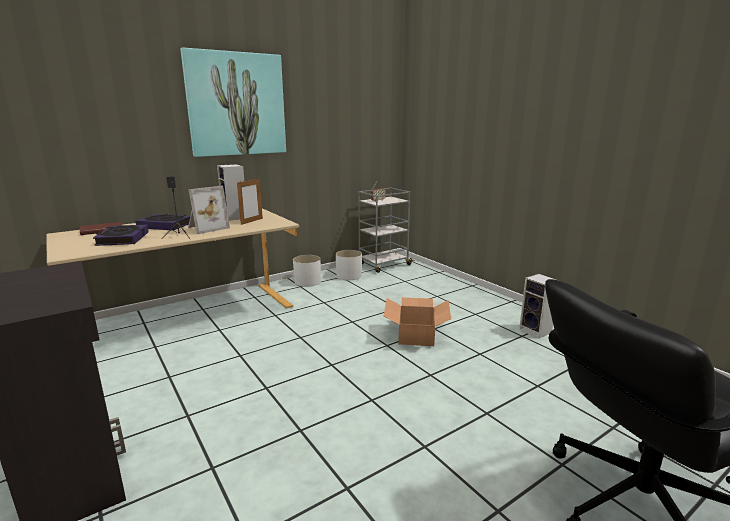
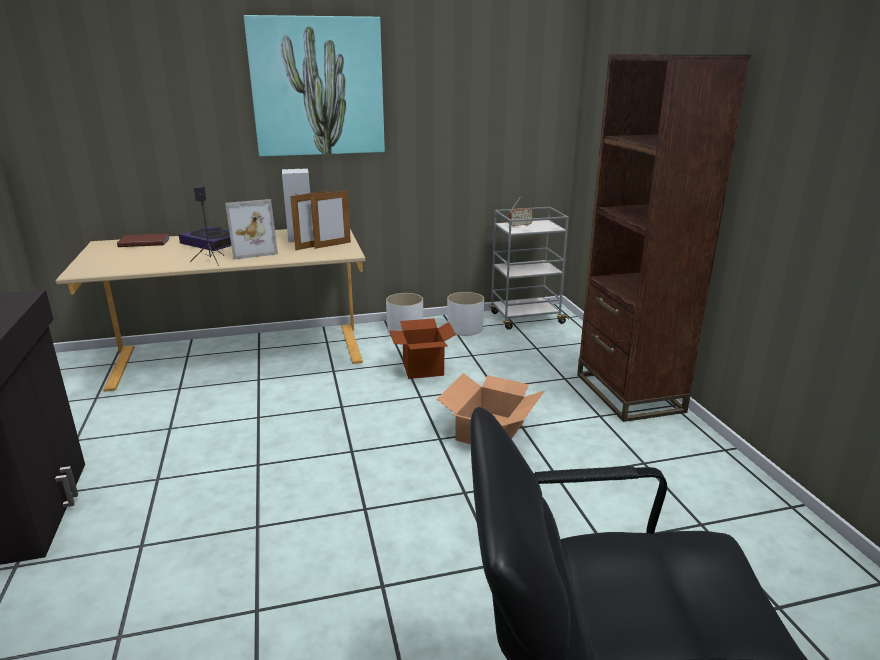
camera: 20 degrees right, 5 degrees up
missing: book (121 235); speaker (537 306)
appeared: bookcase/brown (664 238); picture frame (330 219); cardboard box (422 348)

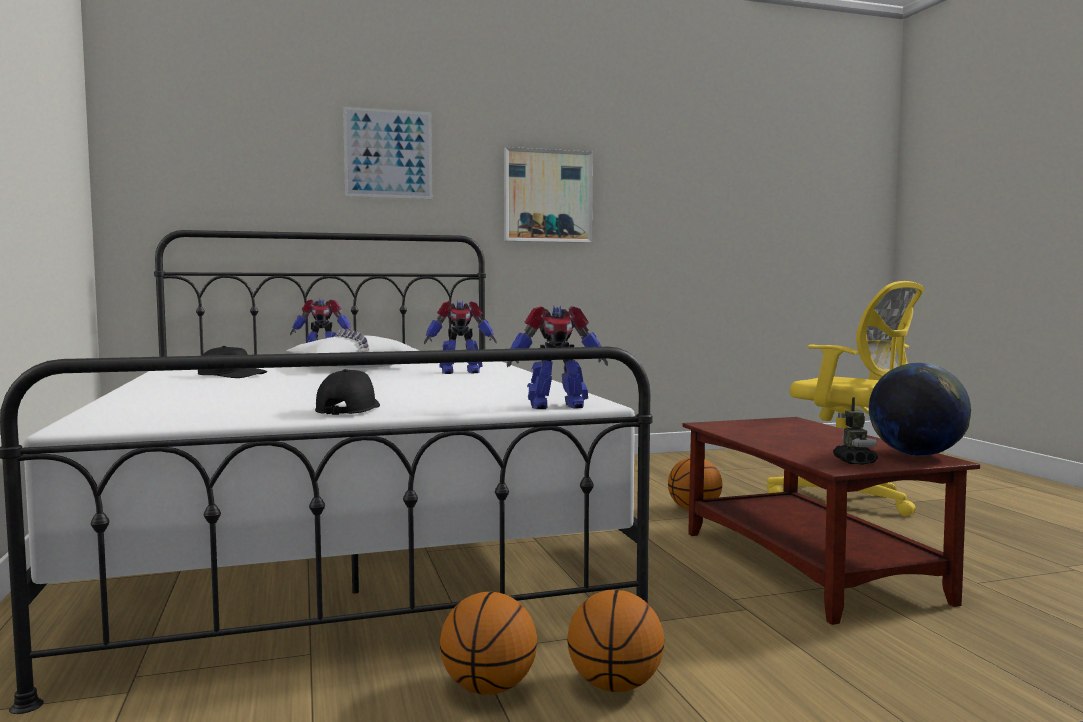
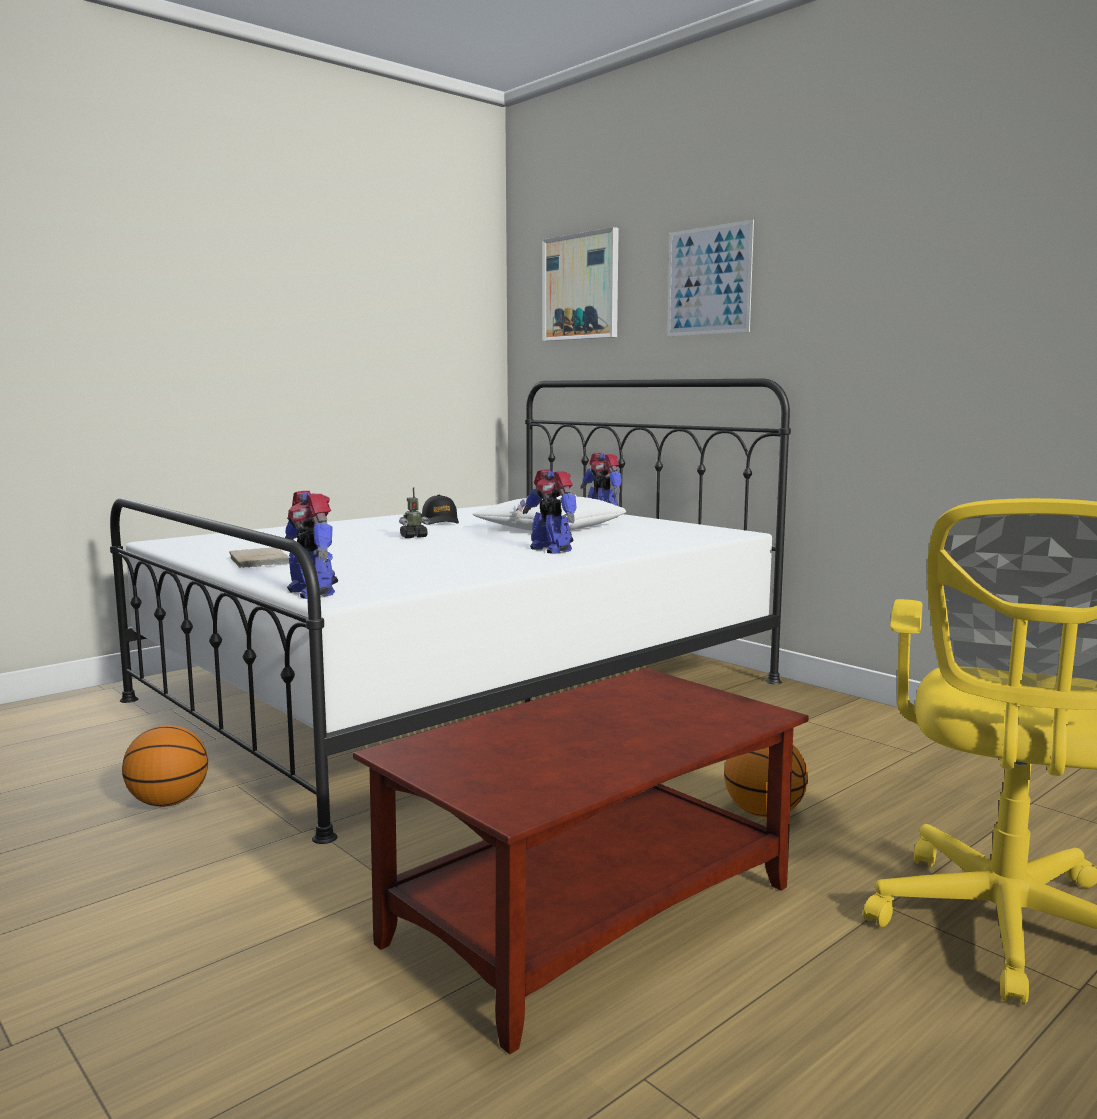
camera: 65 degrees right, 5 degrees up
missing: globe (920 409); basketball (615 641)
relocated: picture (548 195) to (580 284); toy robot (855 431) to (414 512)
exchanged: cap/black (347 392) to book/beige (259 558)

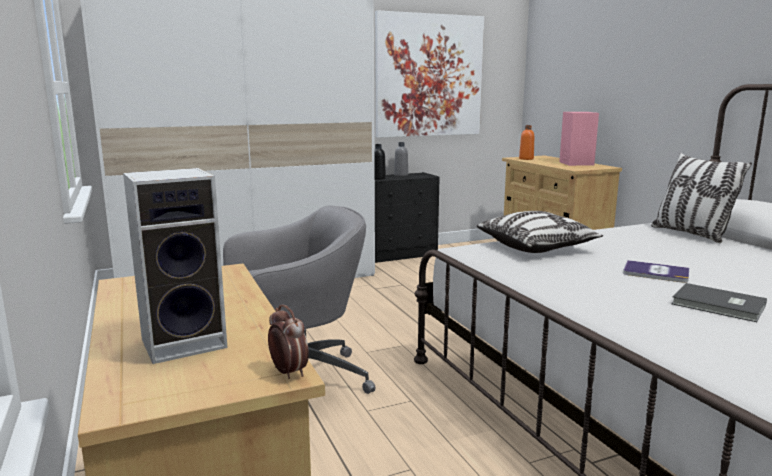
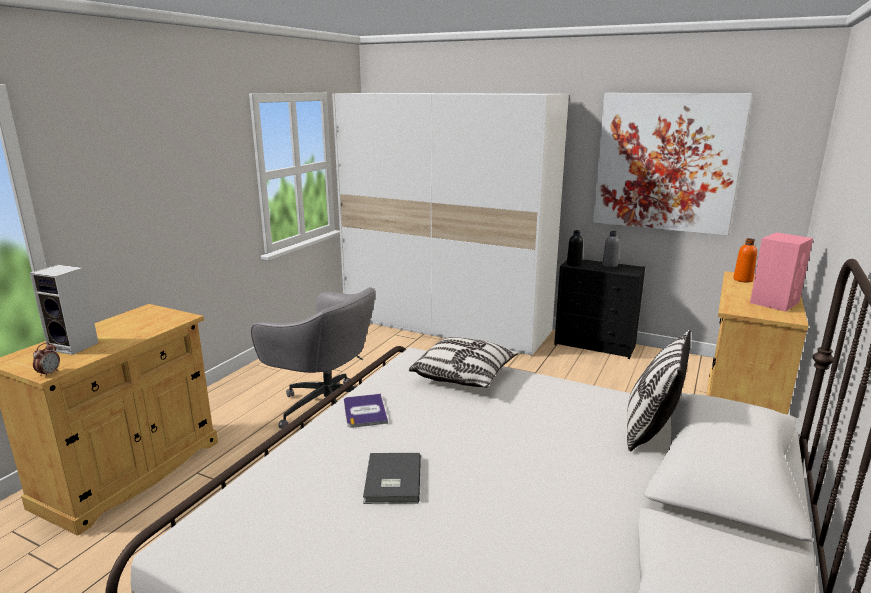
camera: 50 degrees right, 5 degrees up
relocated: book (656 271) to (366 411)

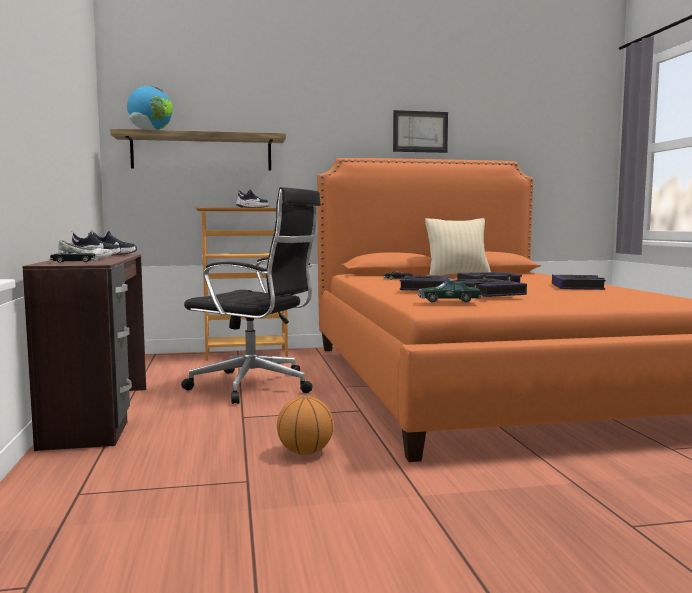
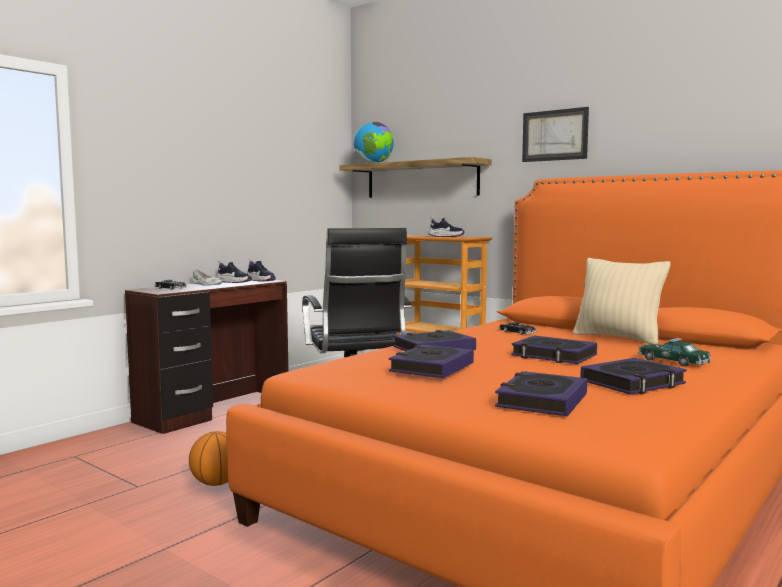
camera: 50 degrees right, 0 degrees up
appeared: book (541 393)
relocated: picture (420 131) to (555 134); toy car (450 290) to (674 352)

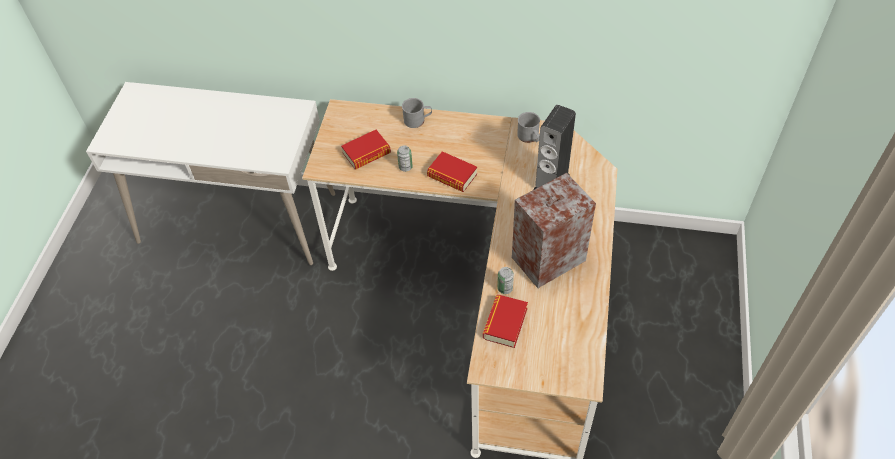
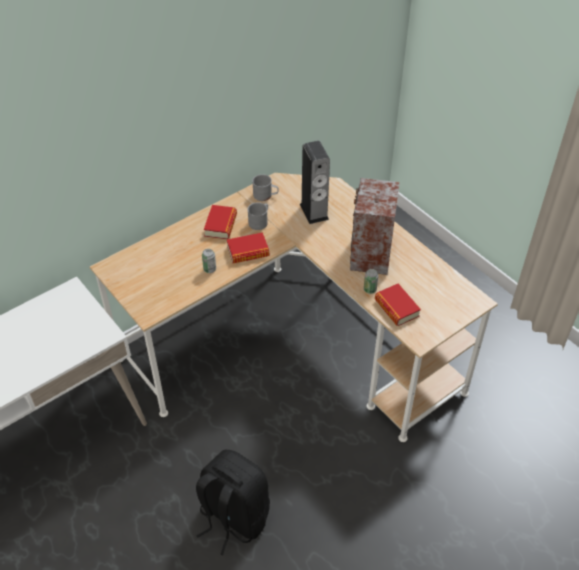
camera: 50 degrees left, 5 degrees down
appeared: backpack/black (233 502)
relocated: mug/grey (417 113) to (257 216); book (366 149) to (220 222)

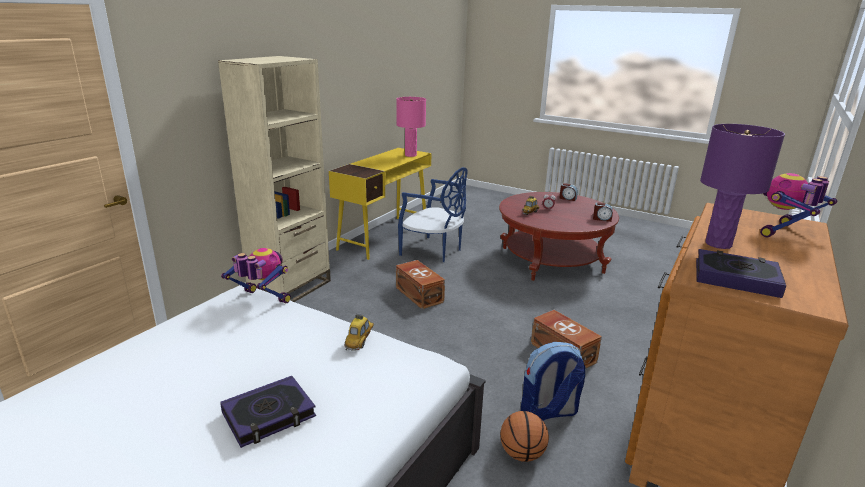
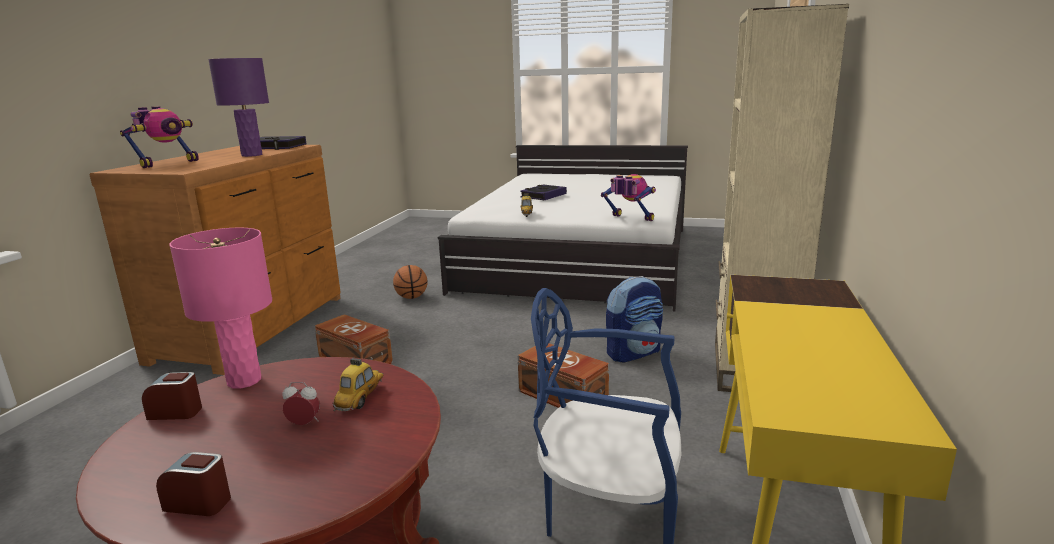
camera: 165 degrees right, 5 degrees down
relocated: table lamp/pink (411 127) to (220 308); backpack (553 381) to (634 319)
spun: toy robot (256 275) = (628 197) 150 degrees counterclockwise

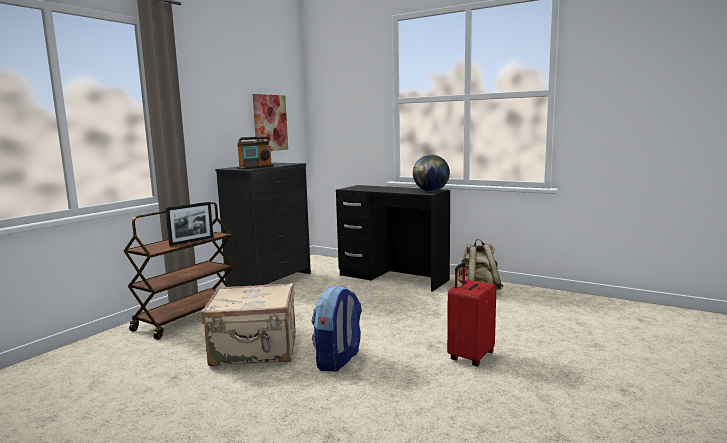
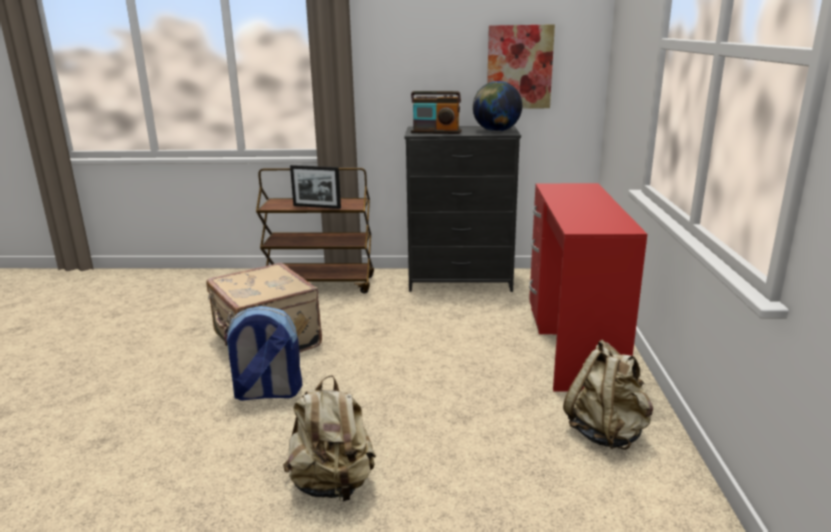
camera: 60 degrees right, 10 degrees up
relocated: globe (431 173) to (497 106)
exchanged: suitcase/red (471 314) to backpack/beige (329 439)
colour: desk/black (393 238) to desk/red (588 287)

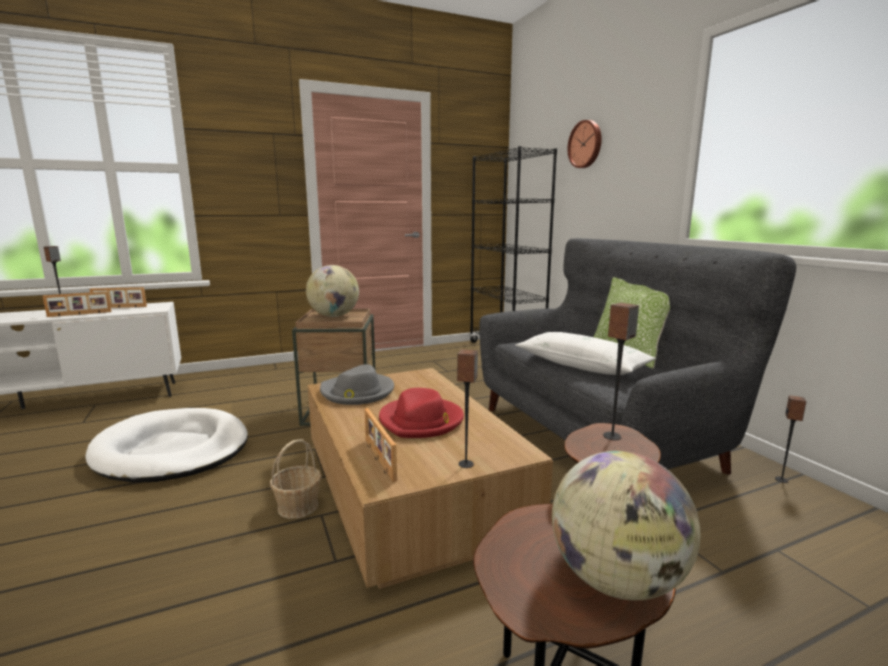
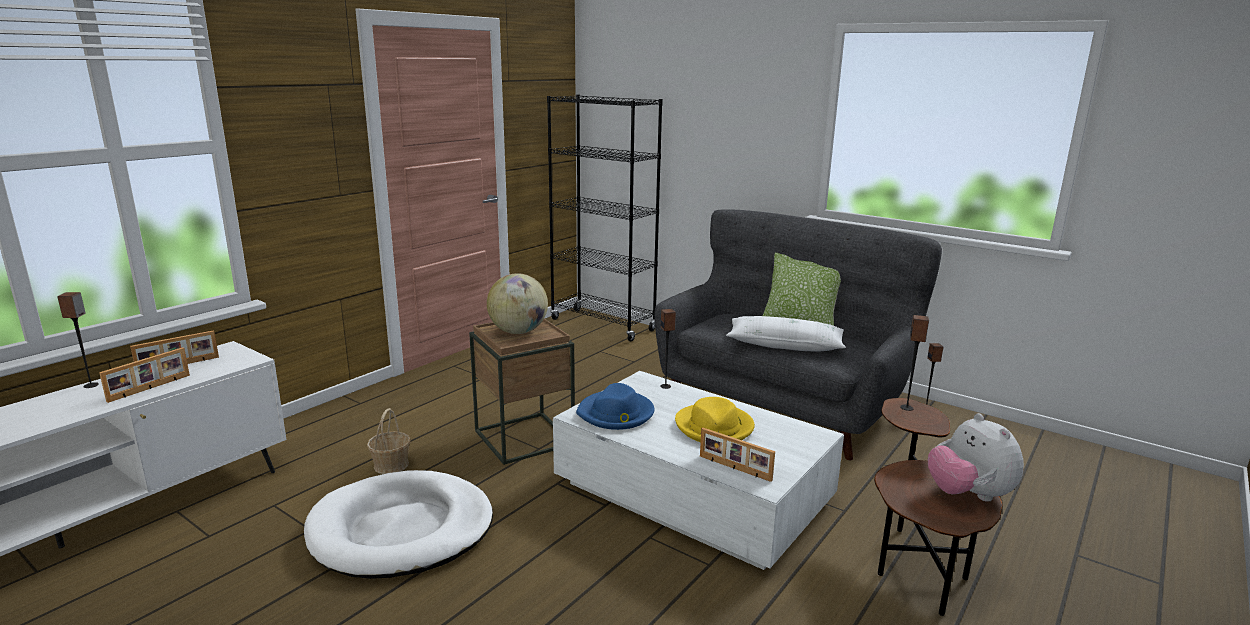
camera: 30 degrees left, 5 degrees up
missing: wall clock (584 144)
relocated: speaker (467 408) to (668 349); basket (296 479) to (389 441)
exchanged: globe (626 526) to plush toy (976 457)
colour: hat/grey (357 384) to hat/blue (615 406); coffee table/brown (430 478) to coffee table/white (698 470); hat/red (421 413) to hat/yellow (715 419)

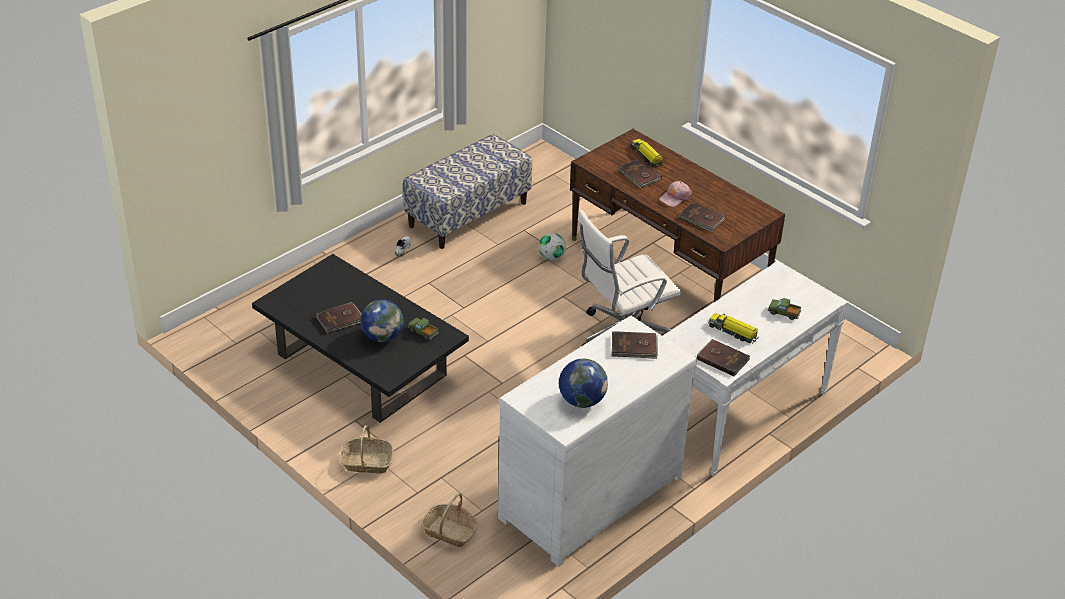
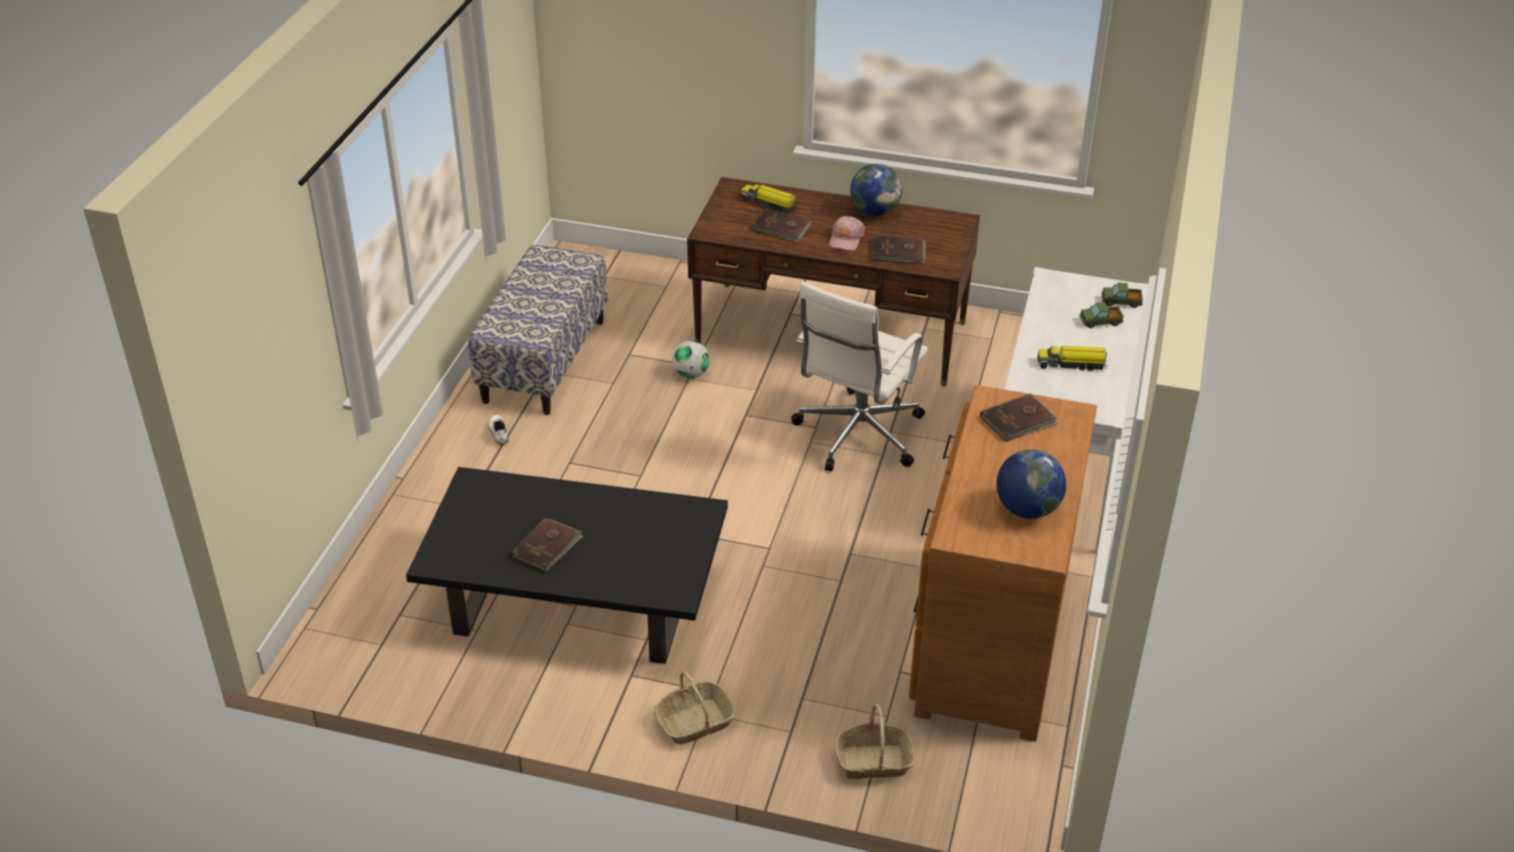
camera: 30 degrees left, 0 degrees up
missing: book/brown (723 357)
relocated: globe (382 320) to (876 190); toy truck (423 329) to (1122 295)
colour: dresser/white (597 441) to dresser/brown (1003 563)

